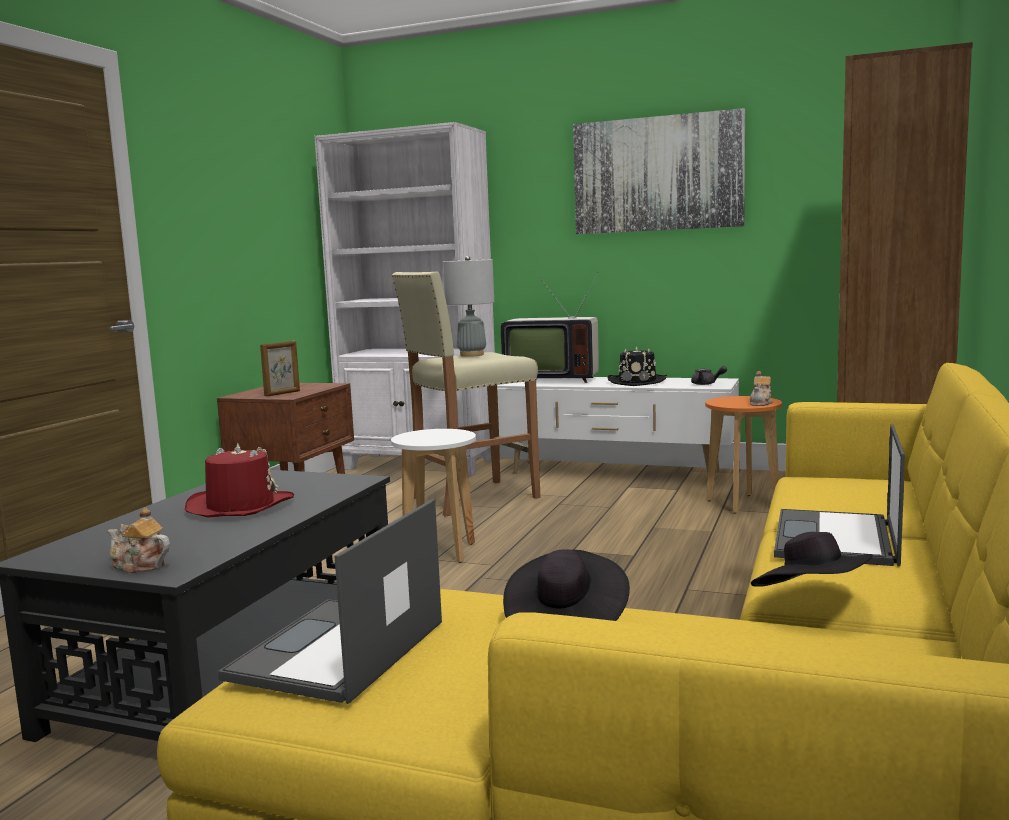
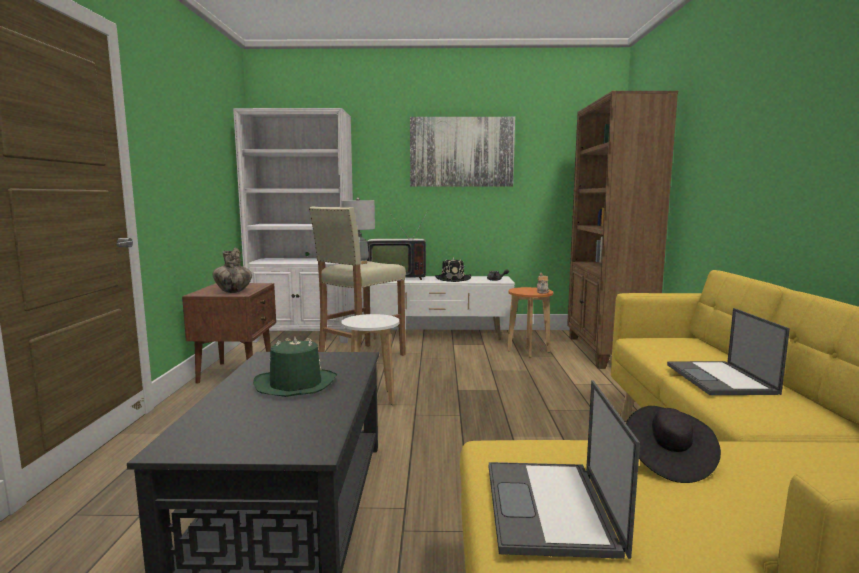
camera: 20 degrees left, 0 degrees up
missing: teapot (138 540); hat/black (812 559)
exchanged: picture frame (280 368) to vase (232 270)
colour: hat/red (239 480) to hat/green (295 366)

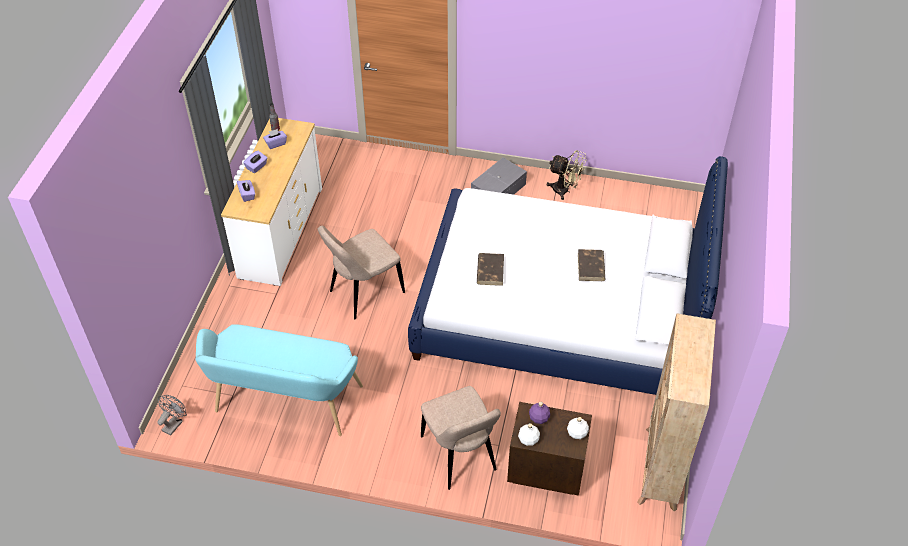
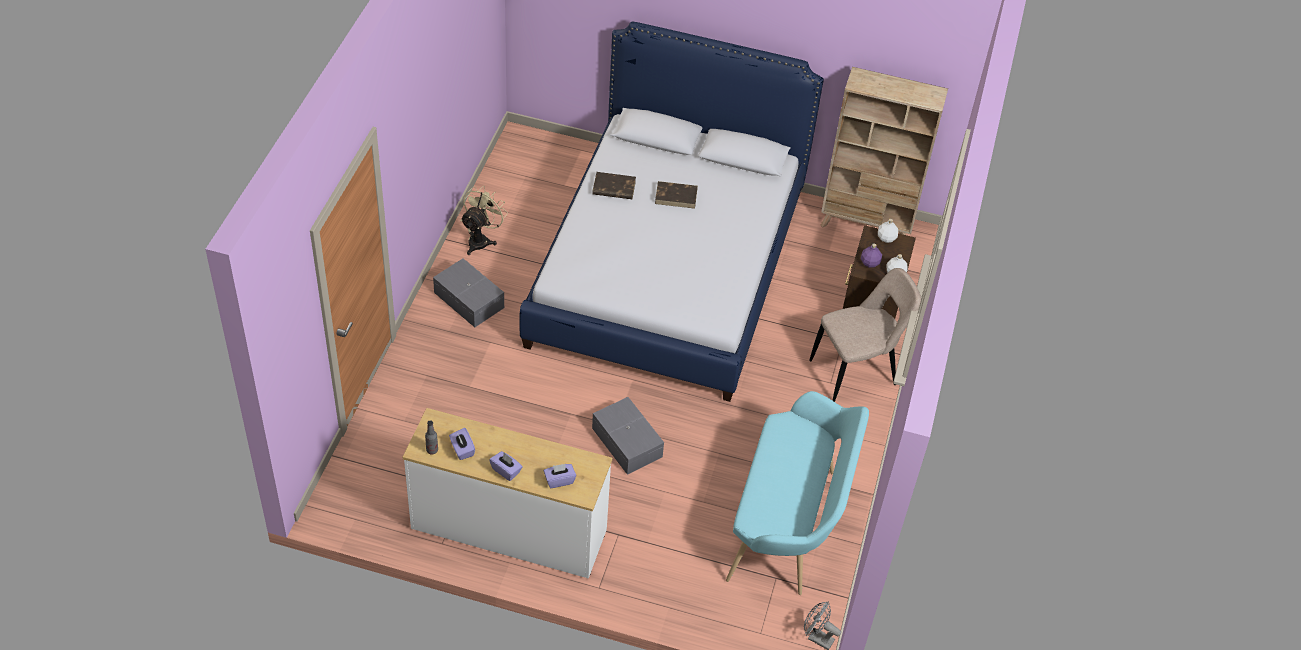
camera: 90 degrees left, 0 degrees up
relocated: book/brown (490 269) to (614 185)
exchanged: chair/beige (361 272) to storage box/grey (628 436)

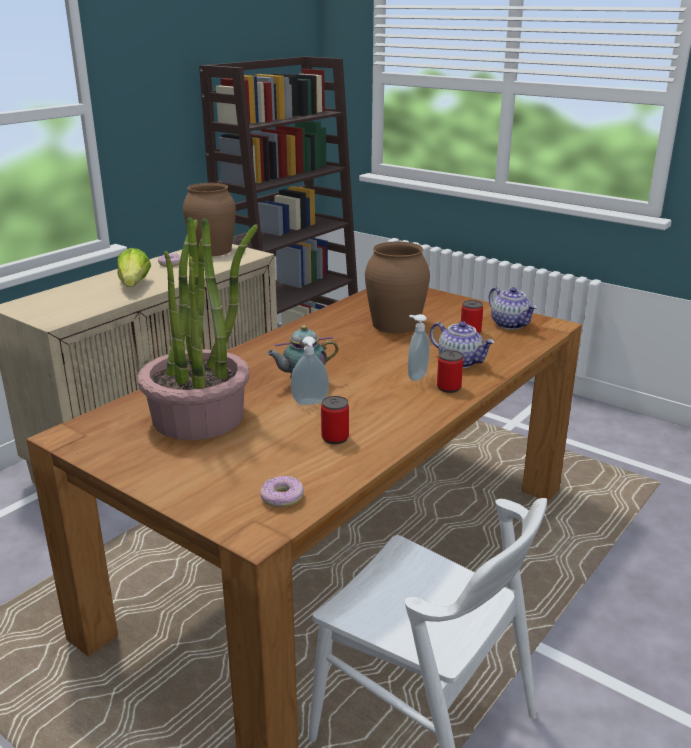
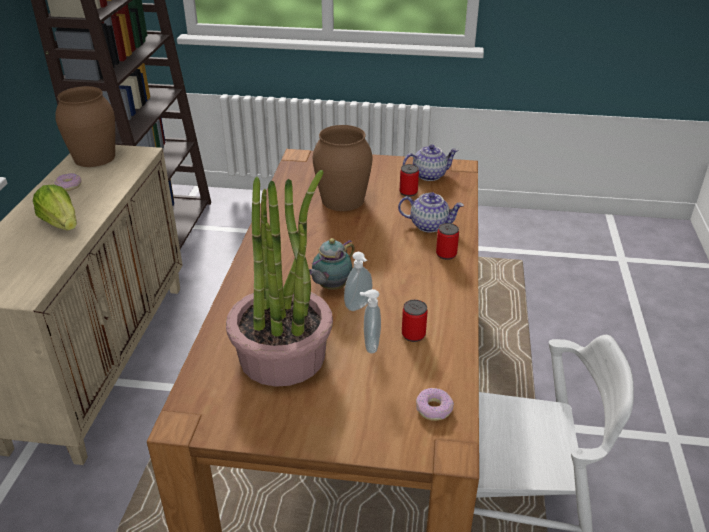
camera: 30 degrees left, 10 degrees up
relocated: soap dispenser (419 347) to (370 321)
spun: teapot (513 308) = (430 162) 45 degrees counterclockwise

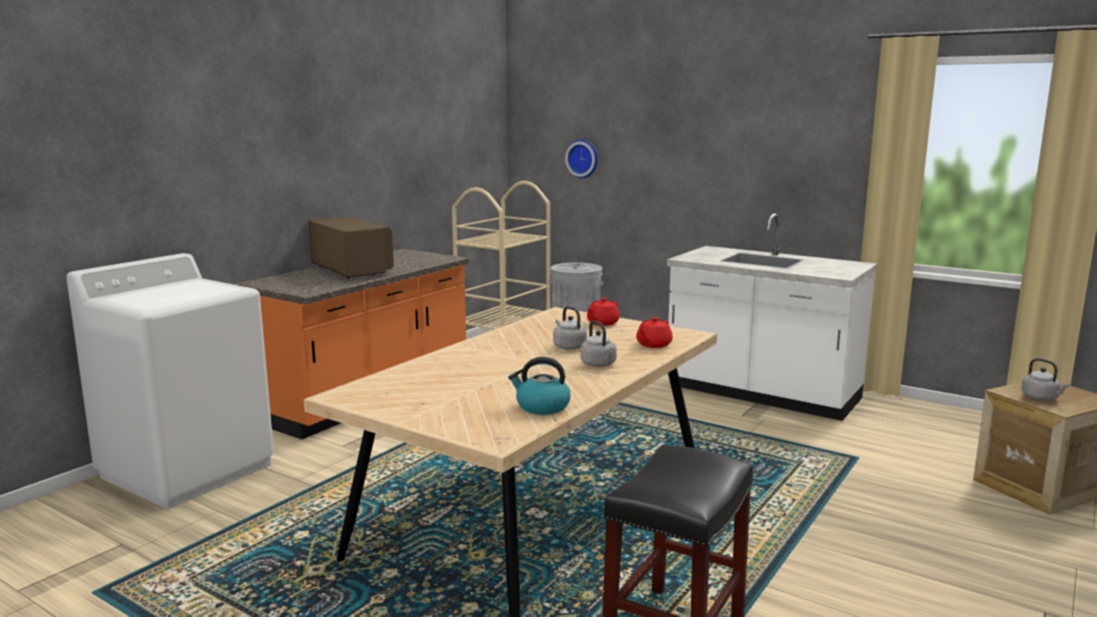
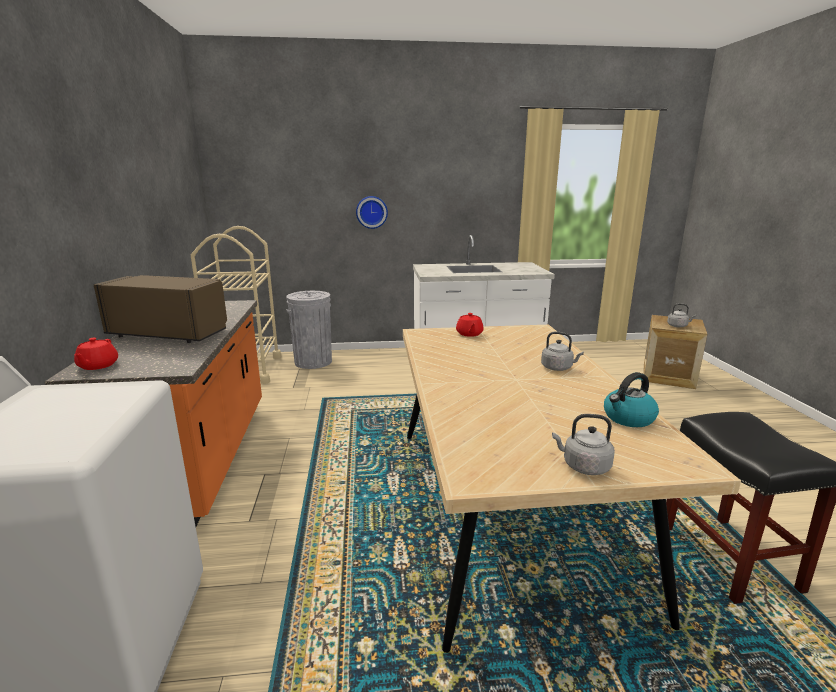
camera: 40 degrees left, 5 degrees up
relocated: wall clock (581 159) to (372 212); kettle/grey (570 328) to (583 444); teapot/red (654 332) to (96 353)

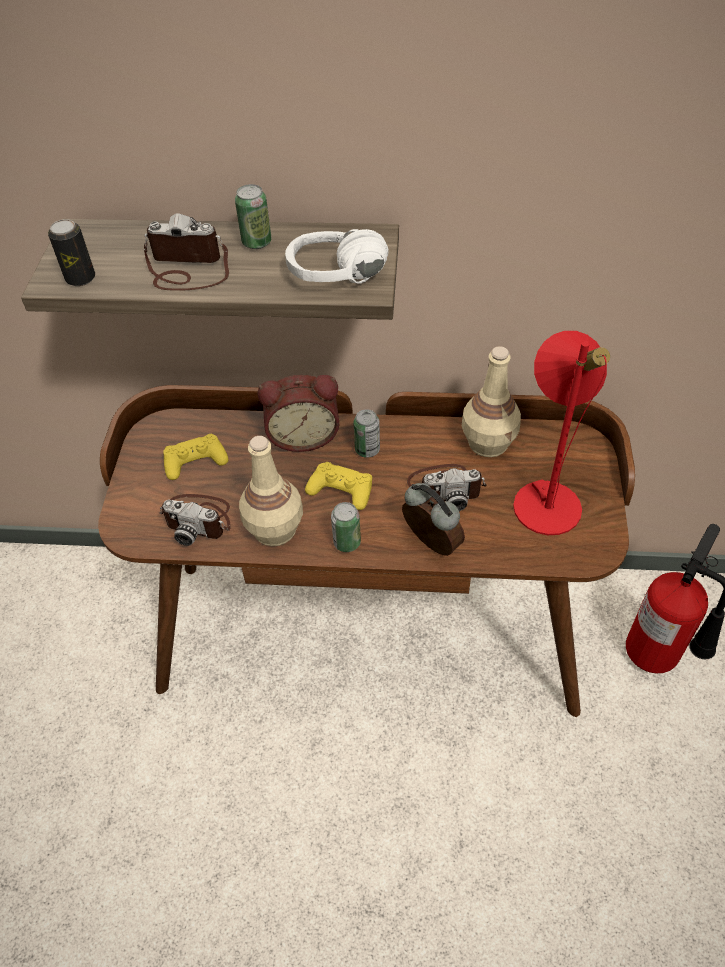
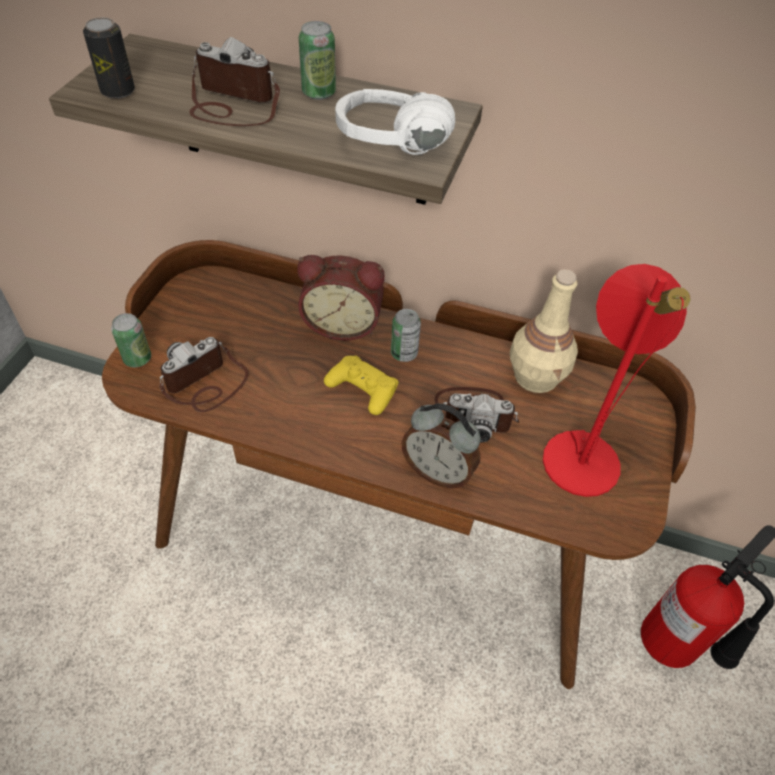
camera: 10 degrees right, 0 degrees up
missing: game controller/yellow (195 457); bottle/beige (271 491)
relocated: can (346 527) to (131 340)
spun: alarm clock (433 519) = (441 446) 150 degrees clockwise; photo camera (195 520) = (204 374) 105 degrees clockwise

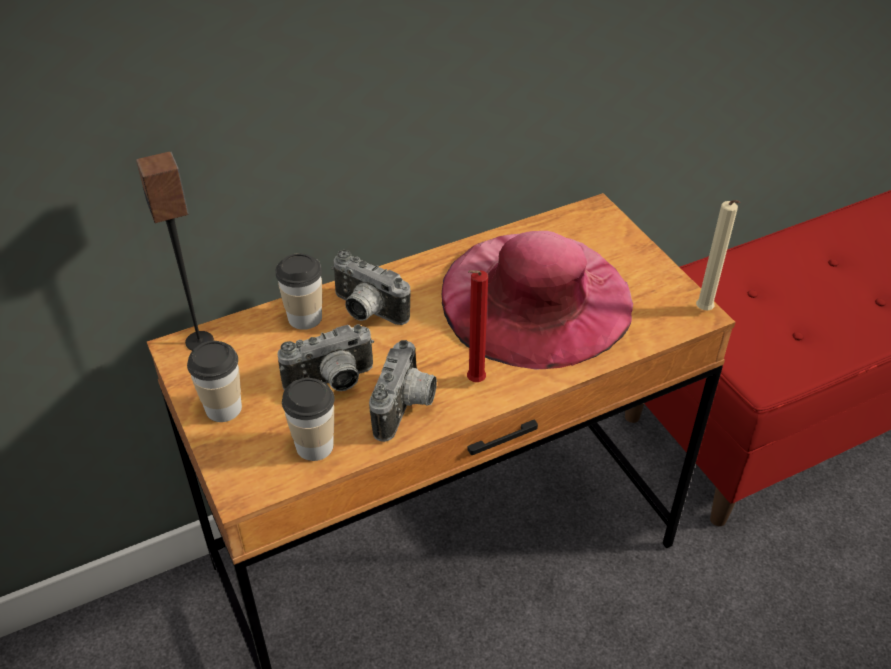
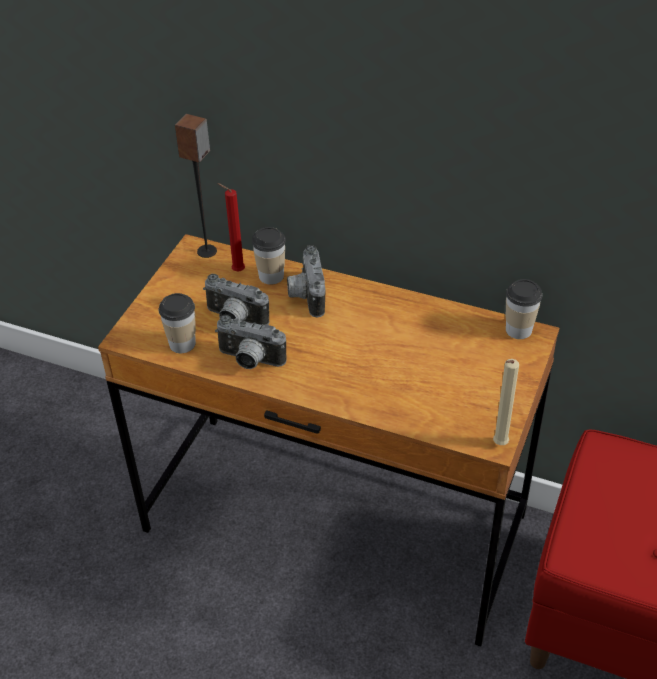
camera: 50 degrees right, 0 degrees up
missing: hat/pink (537 300)
relocated: candle/red (477 326) to (231 227); cup (214 381) to (524 309)
spun: photo camera (403 391) = (250 342) 45 degrees clockwise

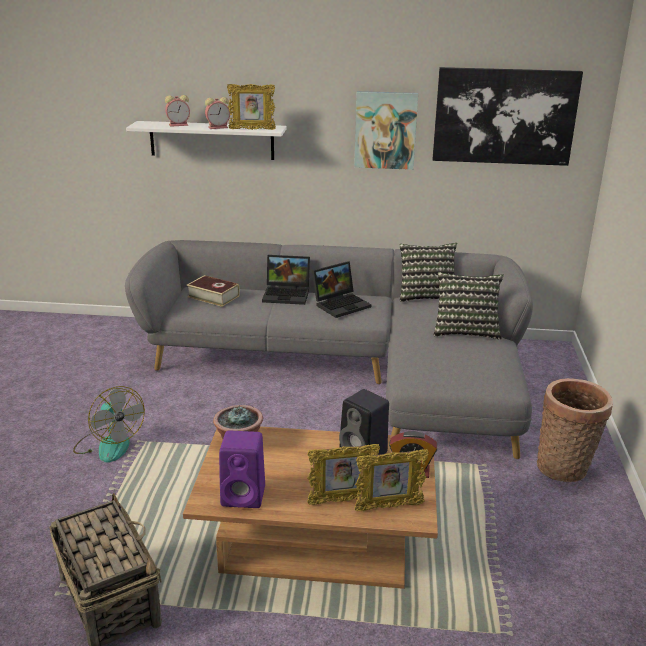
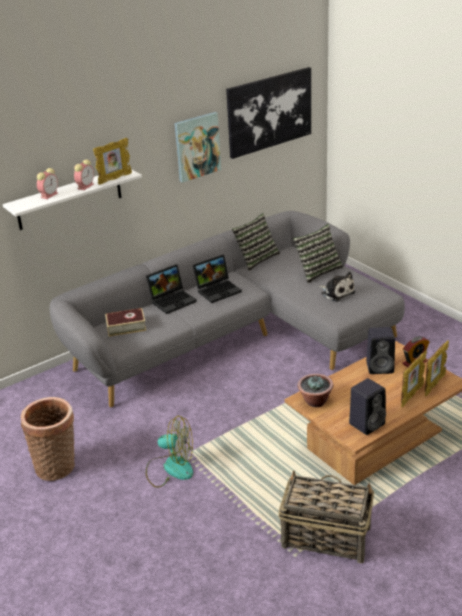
camera: 40 degrees left, 5 degrees up
appeared: plush toy (337 287)
relocated: basket (575 430) to (48 439)
colour: speaker/purple (242 469) to speaker/black (367 406)
spun: laptop (341 289) = (217 279) 45 degrees clockwise

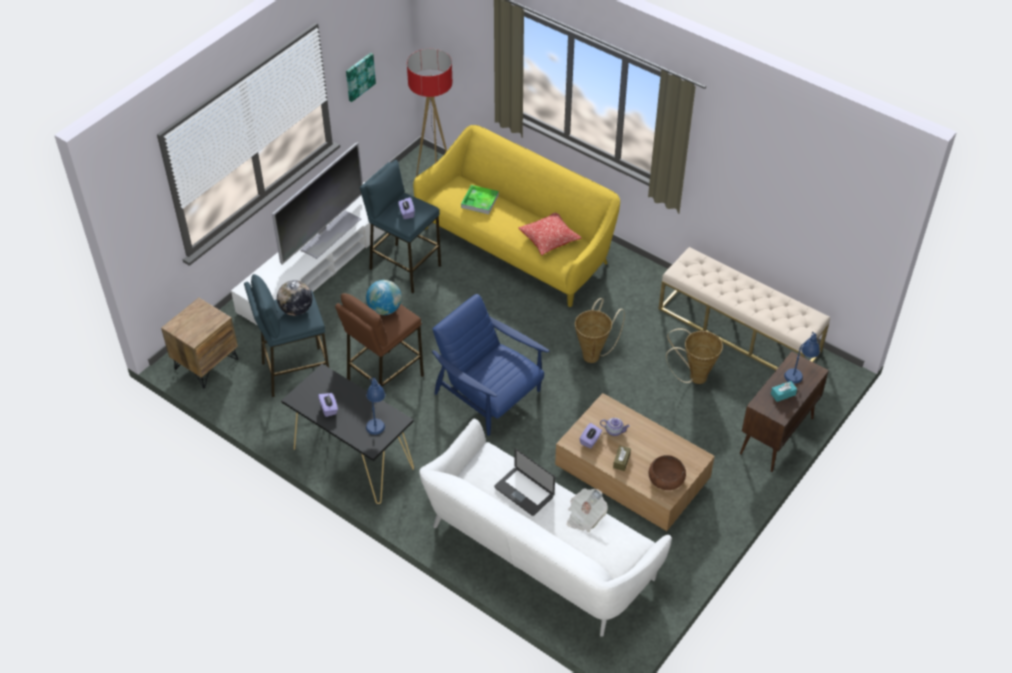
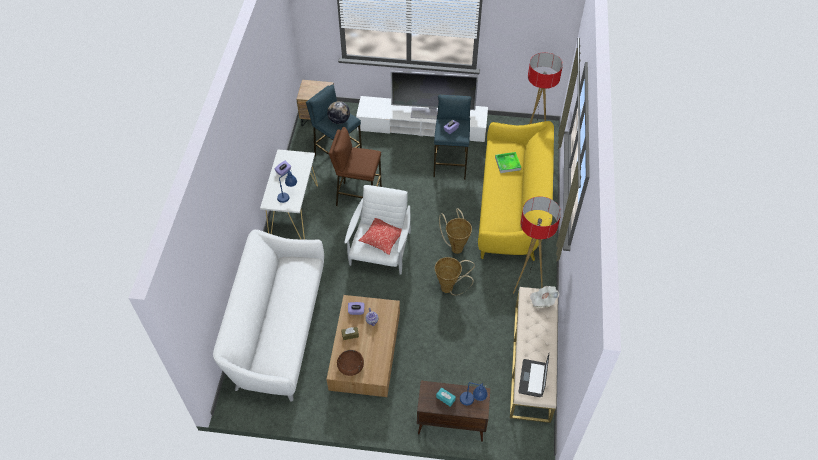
camera: 60 degrees right, 5 degrees up
missing: picture (361 77); globe (384 297)
appeared: floor lamp (537 245)
relocated: pillow (550 233) to (380 236); basket (694 356) to (455 231); laptop (524 482) to (534 375); newspaper (587 510) to (544 296)
colour: armchair/blue (490 365) to armchair/white (377 230); console table/black (347 434) to console table/white (289 194)

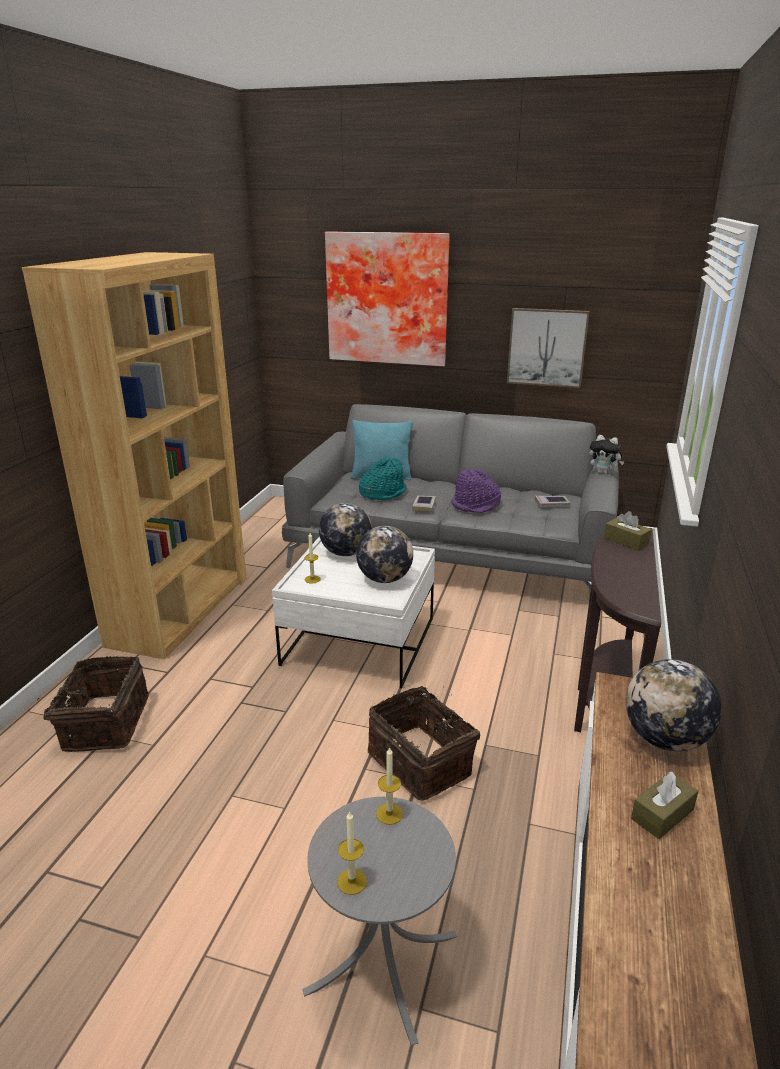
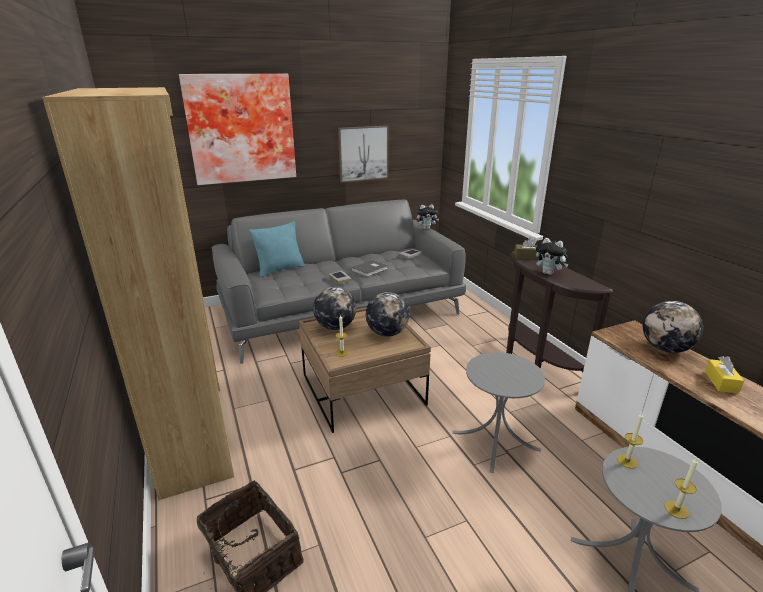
camera: 40 degrees left, 0 degrees up
missing: hat/turquoise (383 478)
appeared: plush toy (552 256)
exchanged: hat/purple (476 491) to book/grey (369 268); basket (424 743) to side table/grey (498 412)
colour: coffee table/white (353 612) to coffee table/brown (365 370); tissue box/brown (664 805) to tissue box/yellow (724 375)

